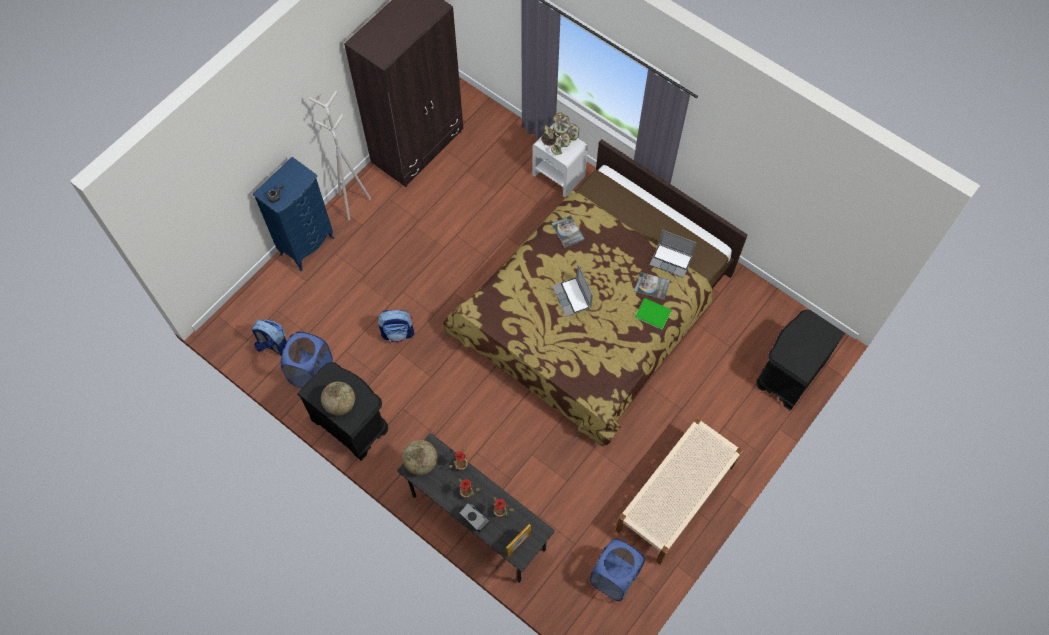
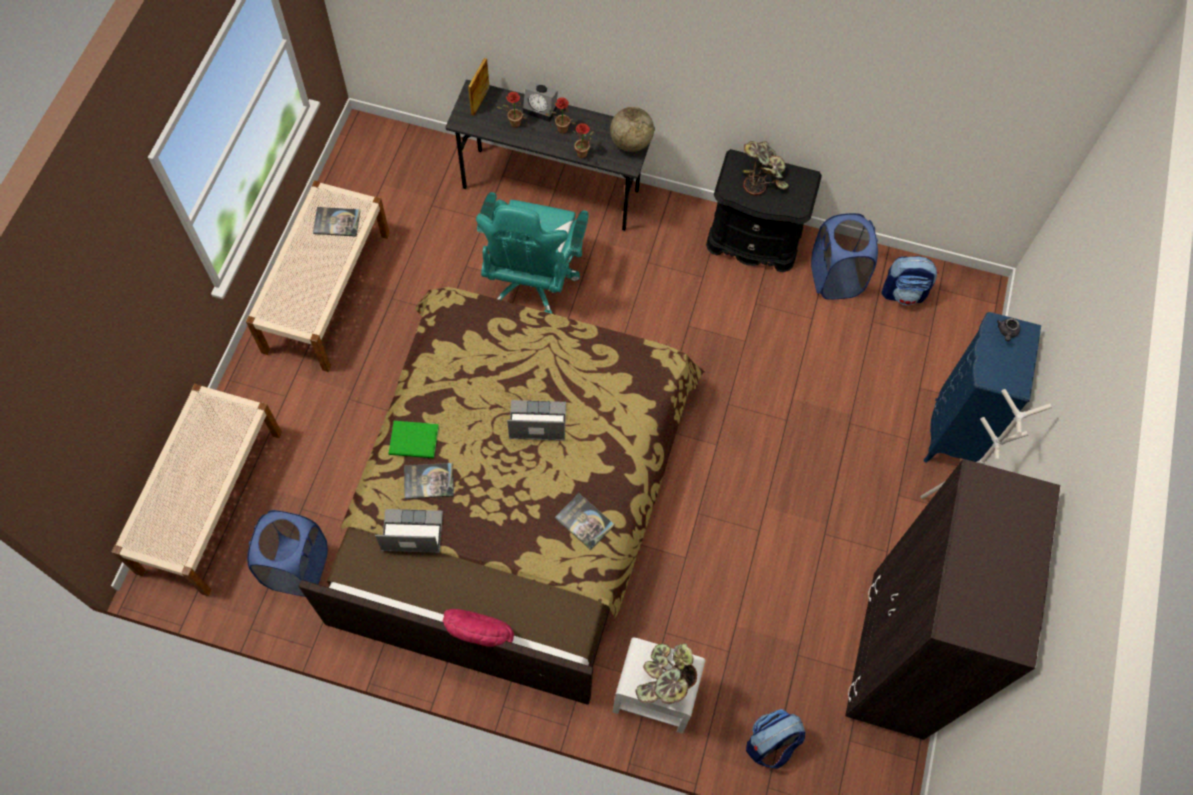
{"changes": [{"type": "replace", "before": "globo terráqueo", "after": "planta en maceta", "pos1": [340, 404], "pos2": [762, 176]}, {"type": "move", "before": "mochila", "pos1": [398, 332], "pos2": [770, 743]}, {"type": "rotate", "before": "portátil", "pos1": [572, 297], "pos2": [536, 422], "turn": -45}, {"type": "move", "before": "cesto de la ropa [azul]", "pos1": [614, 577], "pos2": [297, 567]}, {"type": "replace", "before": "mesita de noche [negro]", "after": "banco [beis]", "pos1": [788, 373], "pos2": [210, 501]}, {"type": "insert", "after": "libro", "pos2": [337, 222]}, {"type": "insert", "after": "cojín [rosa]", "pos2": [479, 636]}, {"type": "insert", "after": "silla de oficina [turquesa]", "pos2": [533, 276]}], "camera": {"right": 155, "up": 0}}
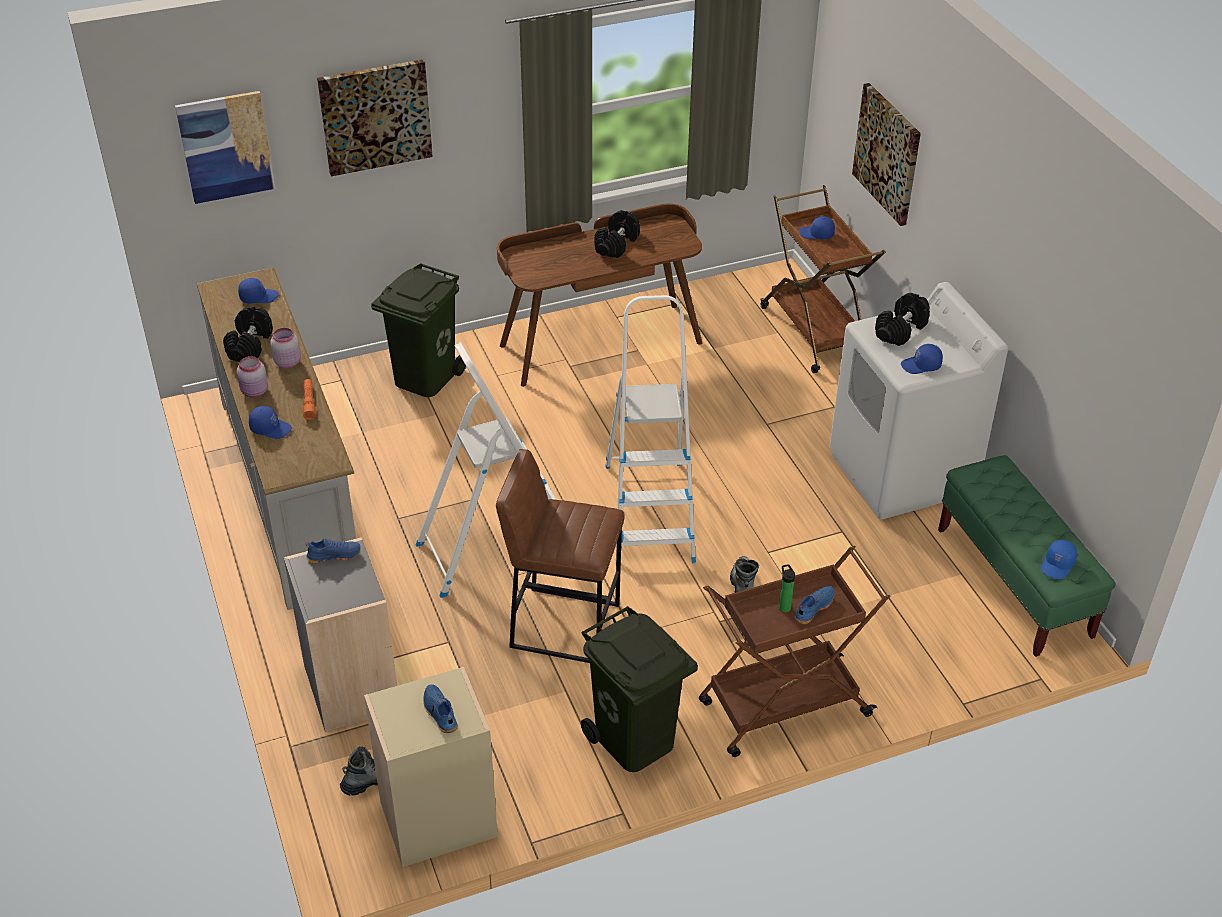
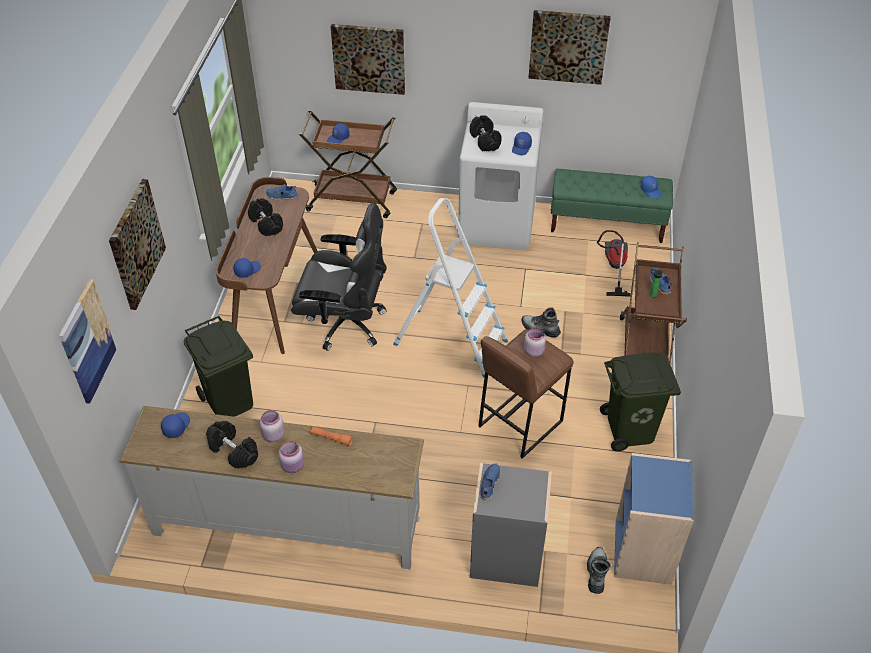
{"changes": [{"type": "move", "before": "gorra [azul]", "pos1": [271, 428], "pos2": [247, 270]}, {"type": "recolor", "before": "estantería [beis]", "after": "estantería [azul]", "pos1": [437, 821], "pos2": [643, 552]}, {"type": "delete", "before": "escalera de tijera [blanco]", "pos1": [500, 549]}, {"type": "move", "before": "zapato [azul]", "pos1": [439, 713], "pos2": [282, 196]}, {"type": "insert", "after": "silla de oficina [negro]", "pos2": [342, 323]}, {"type": "insert", "after": "tarro [rosa]", "pos2": [533, 351]}, {"type": "insert", "after": "cuadro", "pos2": [568, 46]}, {"type": "insert", "after": "aspiradora", "pos2": [613, 267]}], "camera": {"right": -60, "up": 5}}
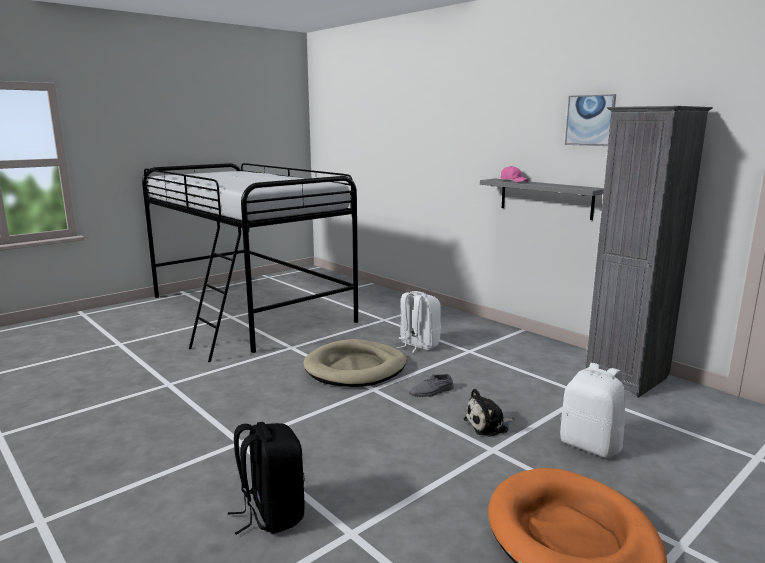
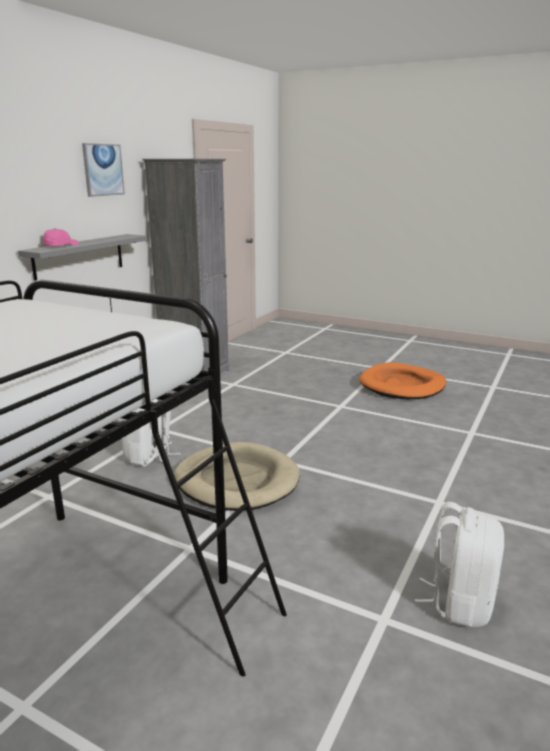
{"changes": [{"type": "delete", "before": "mochila [negro]", "pos1": [271, 514]}, {"type": "delete", "before": "zapato [gris]", "pos1": [432, 391]}, {"type": "delete", "before": "peluche", "pos1": [488, 425]}, {"type": "move", "before": "mochila [blanco]", "pos1": [591, 445], "pos2": [459, 602]}], "camera": {"right": -110, "up": 5}}
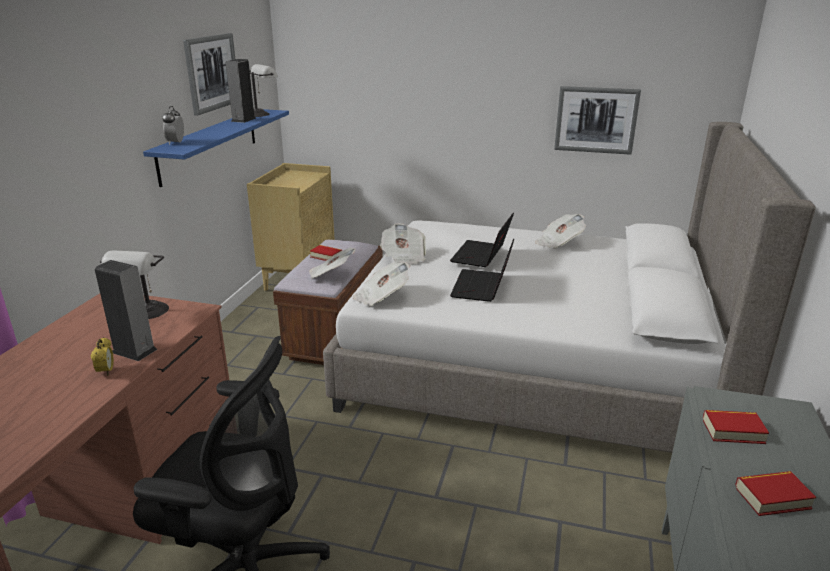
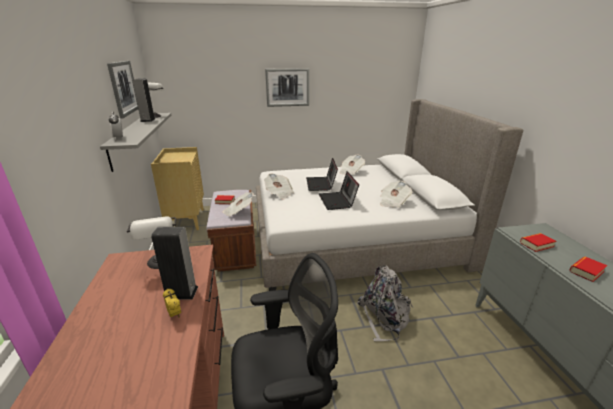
{"changes": [{"type": "recolor", "before": "estante [azul]", "after": "estante [gris]", "pos1": [209, 145], "pos2": [130, 139]}, {"type": "move", "before": "periódico", "pos1": [381, 297], "pos2": [393, 202]}, {"type": "move", "before": "cuadro", "pos1": [596, 120], "pos2": [287, 87]}, {"type": "insert", "after": "mochila [gris]", "pos2": [384, 317]}], "camera": {"right": -25, "up": 0}}
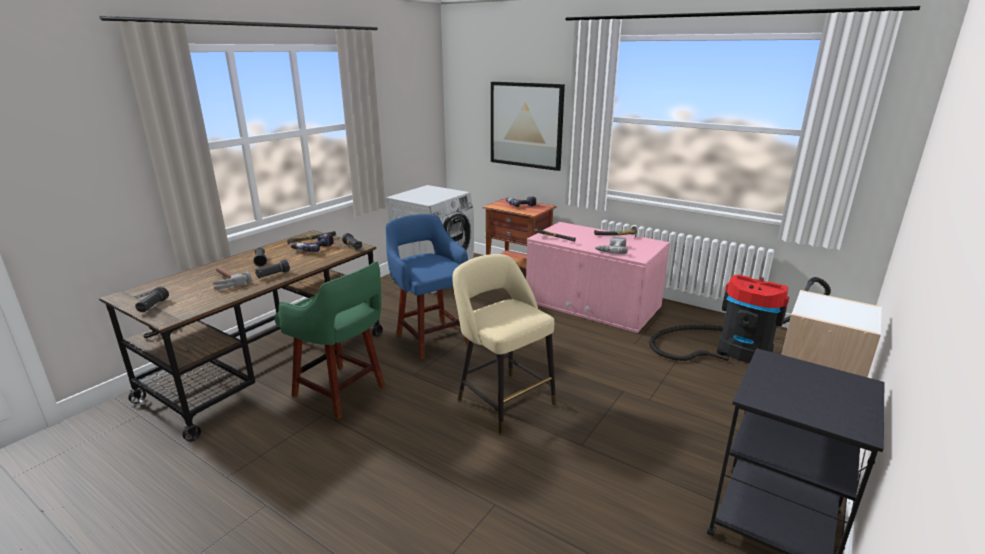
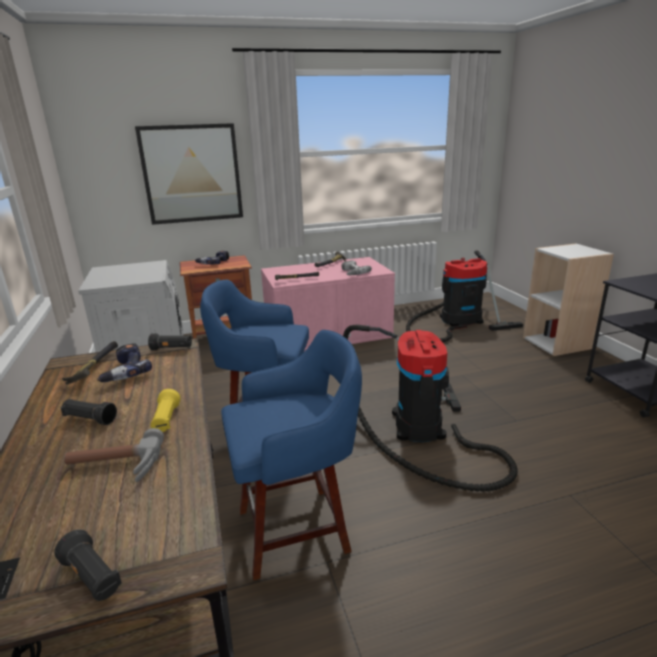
{"changes": [{"type": "recolor", "before": "linterna [negro]", "after": "linterna [amarillo]", "pos1": [273, 275], "pos2": [166, 420]}, {"type": "recolor", "before": "taburete [verde]", "after": "taburete [azul]", "pos1": [342, 393], "pos2": [298, 529]}, {"type": "replace", "before": "taburete [beis]", "after": "aspiradora", "pos1": [502, 399], "pos2": [421, 429]}], "camera": {"right": -50, "up": 0}}
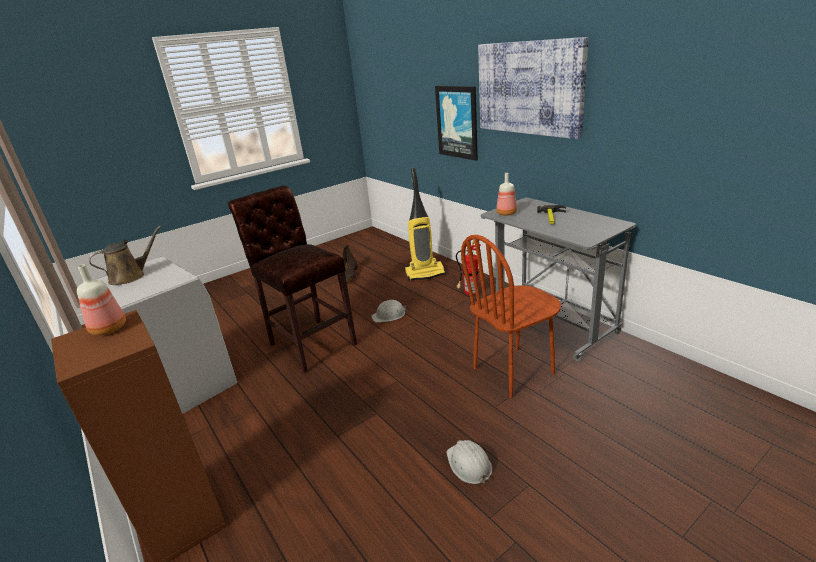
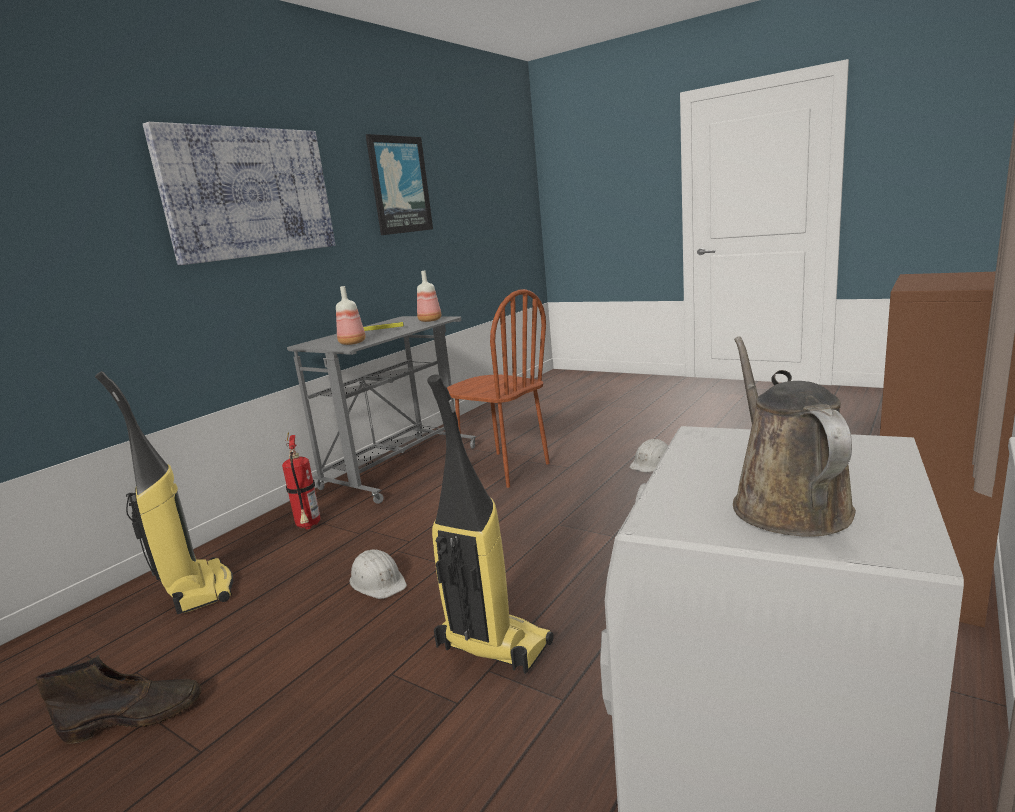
{"changes": [{"type": "move", "before": "botella", "pos1": [108, 329], "pos2": [430, 320]}, {"type": "rotate", "before": "regadera [marrón]", "pos1": [130, 276], "pos2": [785, 503], "turn": 60}, {"type": "replace", "before": "taburete [marrón]", "after": "aspiradora", "pos1": [310, 342], "pos2": [492, 646]}, {"type": "move", "before": "cuadro", "pos1": [457, 122], "pos2": [399, 185]}], "camera": {"right": -110, "up": -10}}
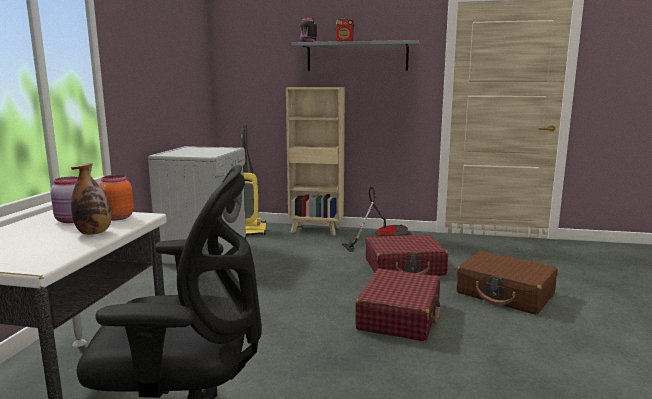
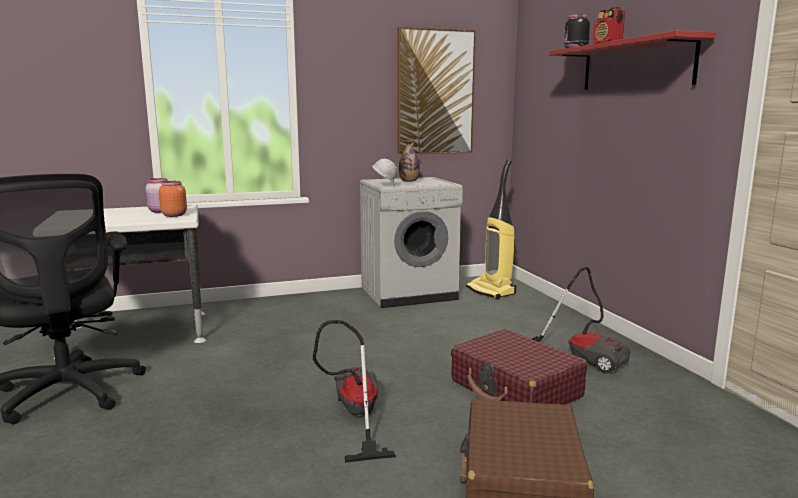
{"changes": [{"type": "move", "before": "botella", "pos1": [94, 233], "pos2": [409, 181]}, {"type": "delete", "before": "estantería [beis]", "pos1": [316, 230]}, {"type": "recolor", "before": "estante [gris]", "after": "estante [rojo]", "pos1": [357, 57], "pos2": [635, 65]}, {"type": "replace", "before": "maleta [rojo]", "after": "aspiradora", "pos1": [399, 316], "pos2": [355, 416]}, {"type": "insert", "after": "casco [blanco]", "pos2": [384, 186]}, {"type": "insert", "after": "cuadro", "pos2": [435, 92]}], "camera": {"right": 60, "up": 0}}
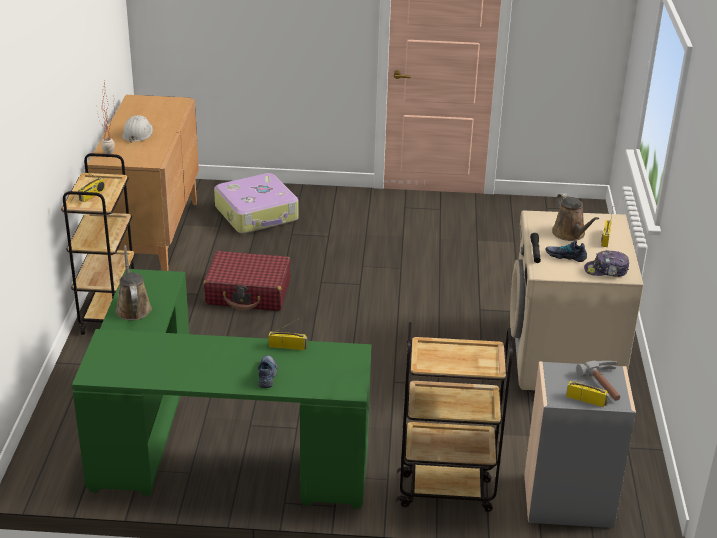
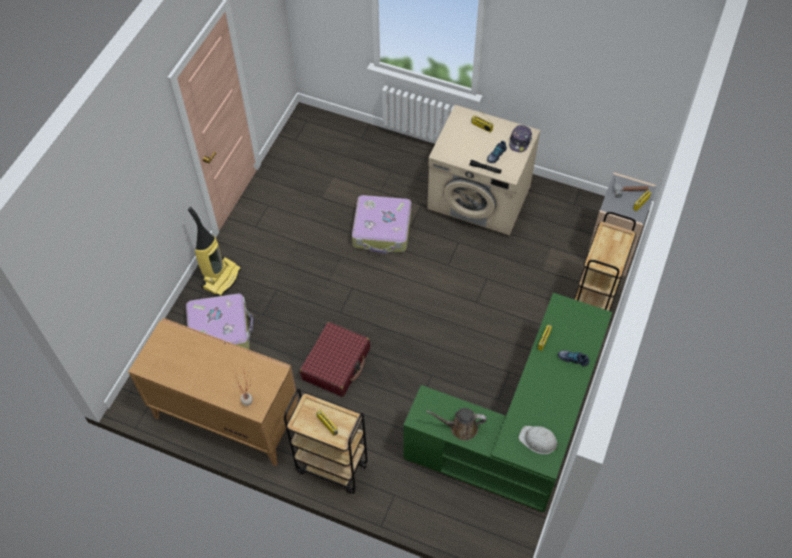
{"changes": [{"type": "move", "before": "casco [blanco]", "pos1": [137, 133], "pos2": [538, 440]}, {"type": "delete", "before": "regadera [marrón]", "pos1": [570, 234]}, {"type": "insert", "after": "aspiradora", "pos2": [221, 278]}, {"type": "insert", "after": "maleta", "pos2": [382, 230]}], "camera": {"right": -70, "up": 25}}
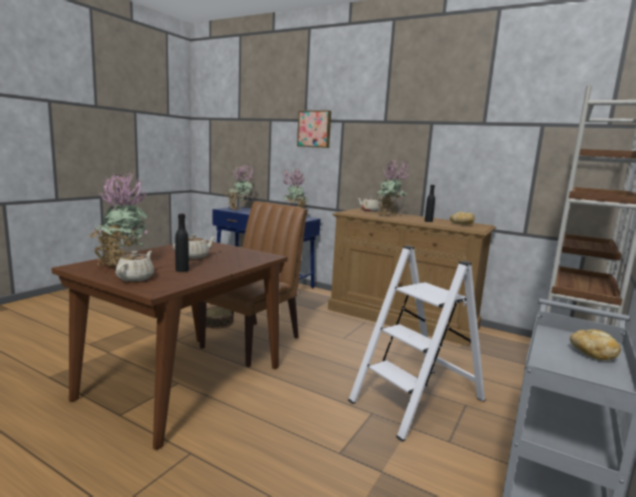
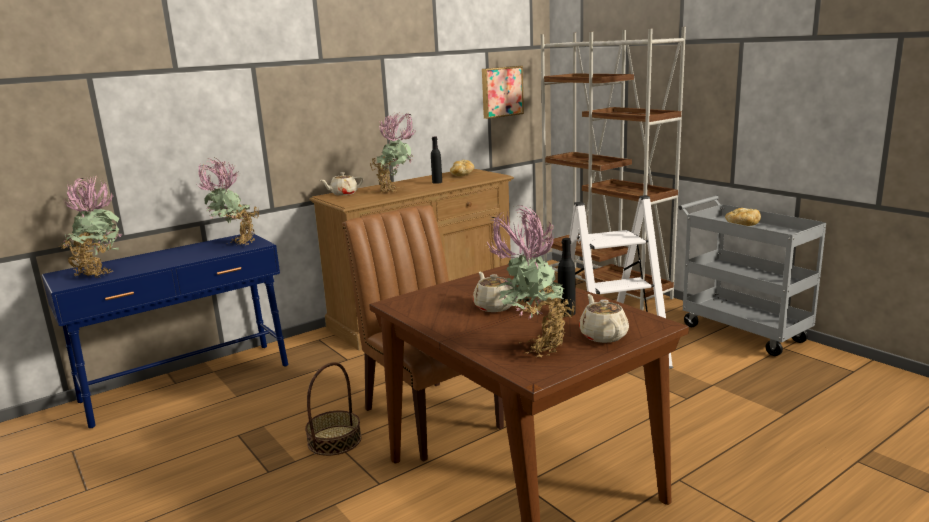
{"changes": [{"type": "rotate", "before": "tetera [beis]", "pos1": [136, 278], "pos2": [603, 335], "turn": 45}, {"type": "move", "before": "cuadro", "pos1": [314, 129], "pos2": [501, 91]}], "camera": {"right": -65, "up": 5}}
